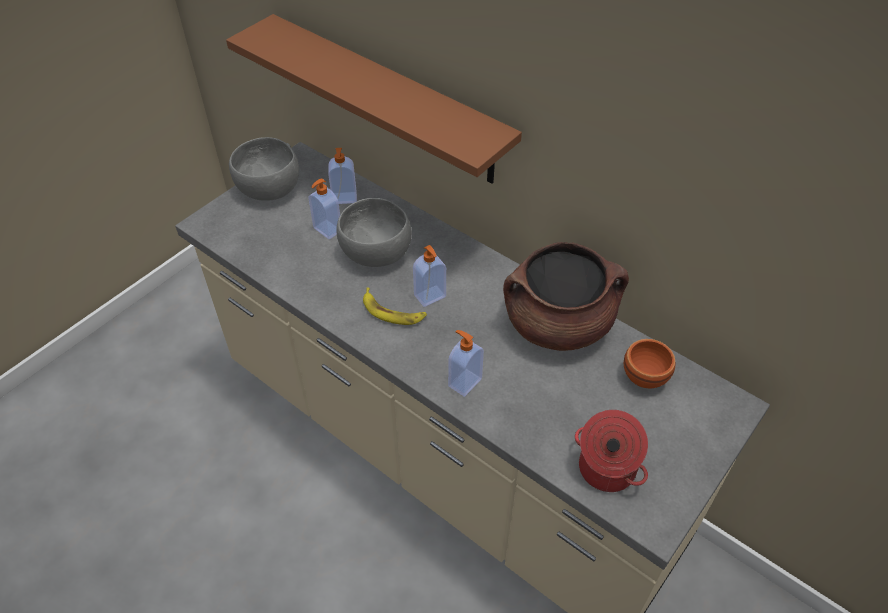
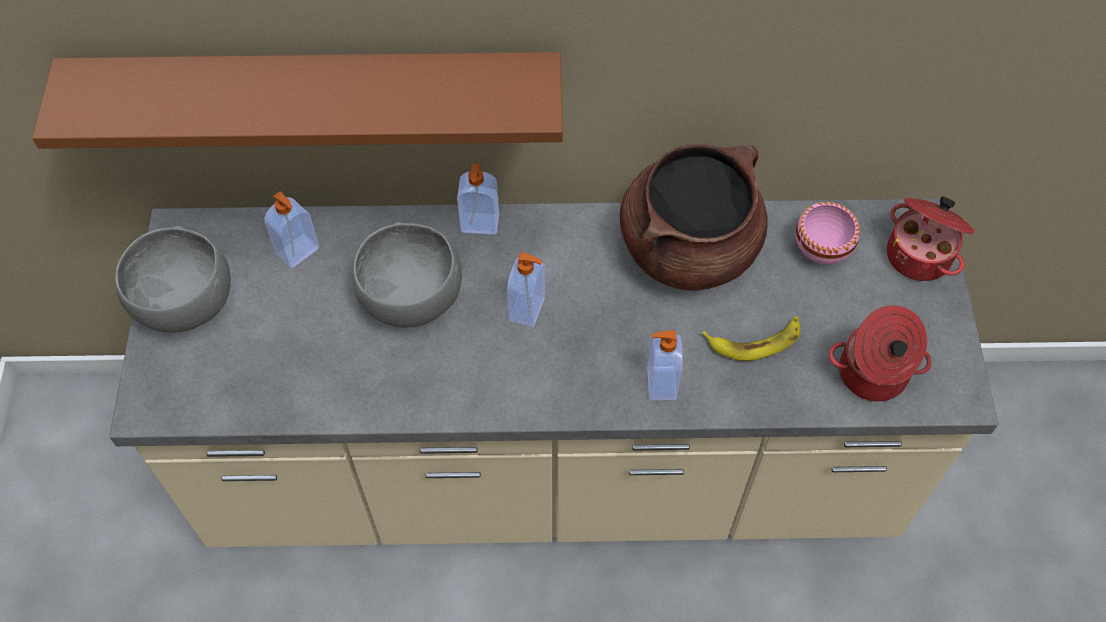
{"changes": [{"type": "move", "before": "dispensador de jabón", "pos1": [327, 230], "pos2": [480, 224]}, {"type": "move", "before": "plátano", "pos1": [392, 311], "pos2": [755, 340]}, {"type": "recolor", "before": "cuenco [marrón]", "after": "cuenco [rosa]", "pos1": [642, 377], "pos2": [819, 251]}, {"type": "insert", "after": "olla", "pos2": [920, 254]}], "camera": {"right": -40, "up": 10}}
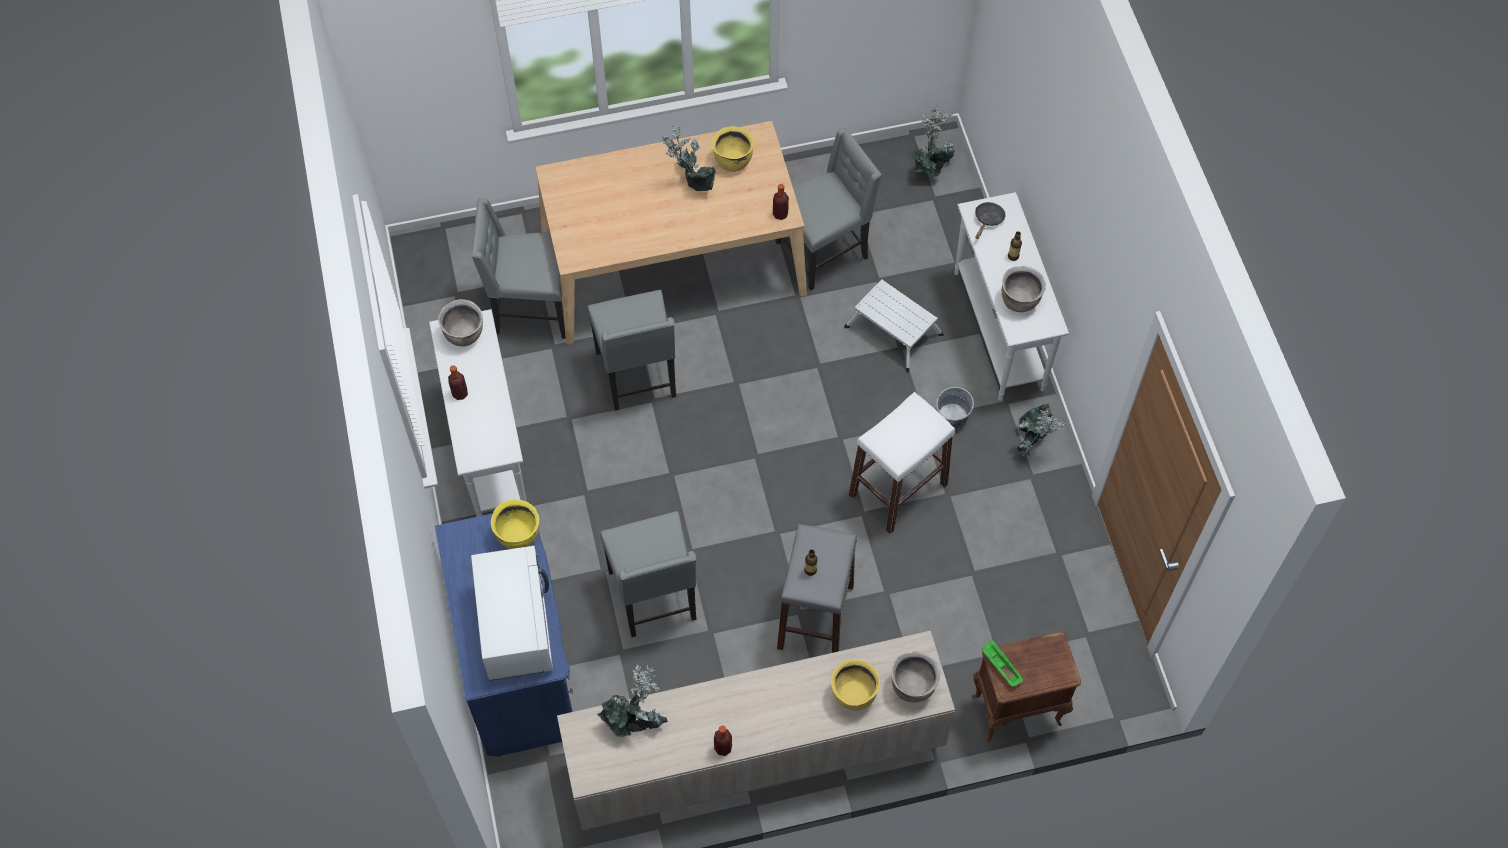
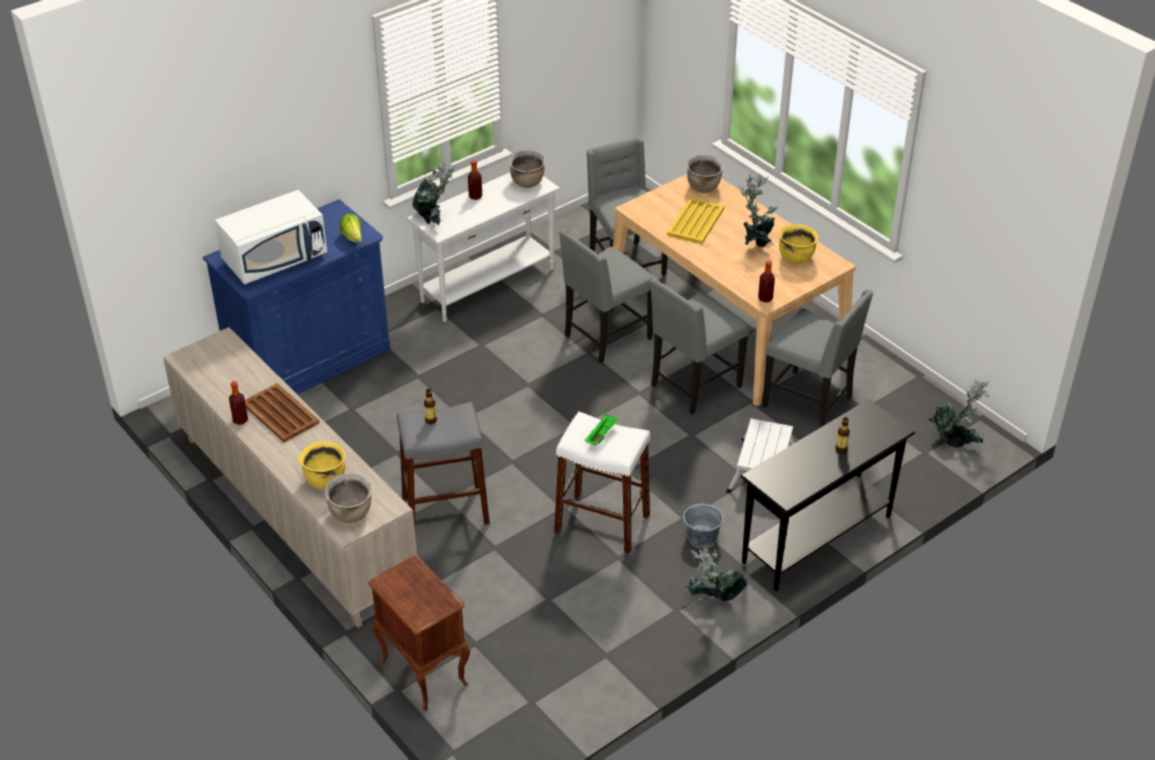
{"changes": [{"type": "replace", "before": "olla [amarillo]", "after": "lechuga", "pos1": [518, 535], "pos2": [353, 237]}, {"type": "move", "before": "planta en maceta", "pos1": [635, 721], "pos2": [434, 220]}, {"type": "move", "before": "silla [gris]", "pos1": [655, 597], "pos2": [693, 386]}, {"type": "recolor", "before": "mesa consola [blanco]", "after": "mesa consola [negro]", "pos1": [1000, 331], "pos2": [817, 541]}, {"type": "delete", "before": "sartén [negro]", "pos1": [988, 220]}, {"type": "move", "before": "bandeja [verde]", "pos1": [1000, 666], "pos2": [601, 435]}, {"type": "move", "before": "olla [marrón]", "pos1": [1019, 300], "pos2": [703, 187]}, {"type": "insert", "after": "bandeja [marrón]", "pos2": [281, 414]}, {"type": "insert", "after": "bandeja [amarillo]", "pos2": [696, 221]}], "camera": {"right": 65, "up": -20}}
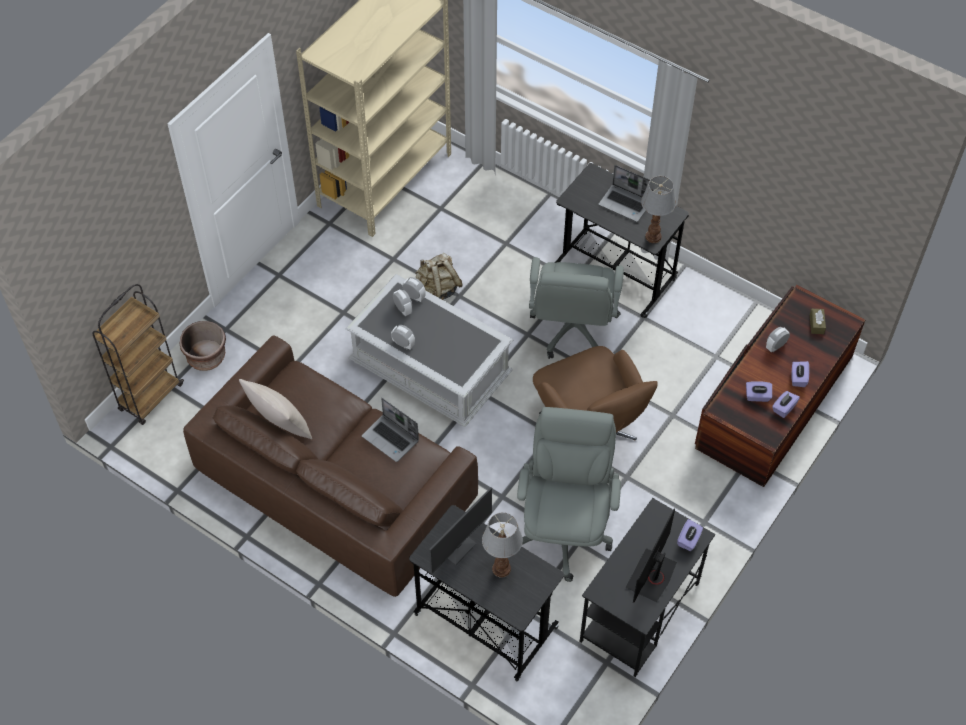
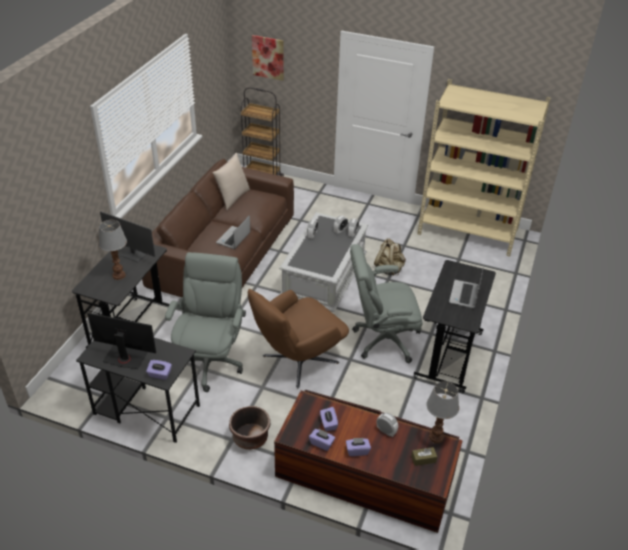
{"changes": [{"type": "move", "before": "maceta [marrón]", "pos1": [206, 357], "pos2": [250, 438]}, {"type": "rotate", "before": "silla de oficina [gris]", "pos1": [565, 529], "pos2": [210, 359], "turn": -75}, {"type": "move", "before": "lámpara de mesa", "pos1": [653, 236], "pos2": [436, 437]}, {"type": "insert", "after": "cuadro", "pos2": [268, 57]}], "camera": {"right": 75, "up": -15}}
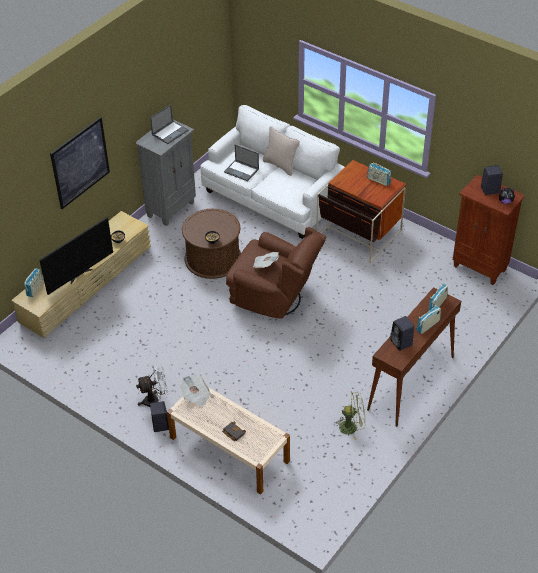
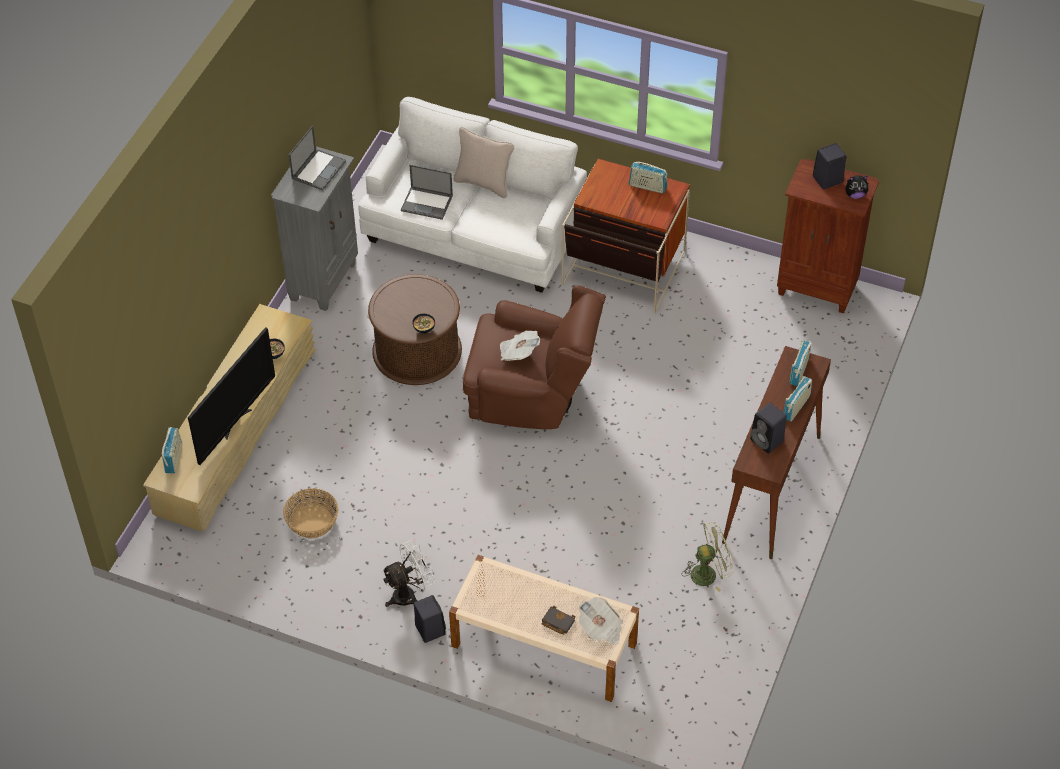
{"changes": [{"type": "delete", "before": "cuadro", "pos1": [80, 162]}, {"type": "move", "before": "periódico", "pos1": [196, 396], "pos2": [601, 628]}, {"type": "insert", "after": "cesta", "pos2": [312, 521]}], "camera": {"right": -15, "up": 5}}
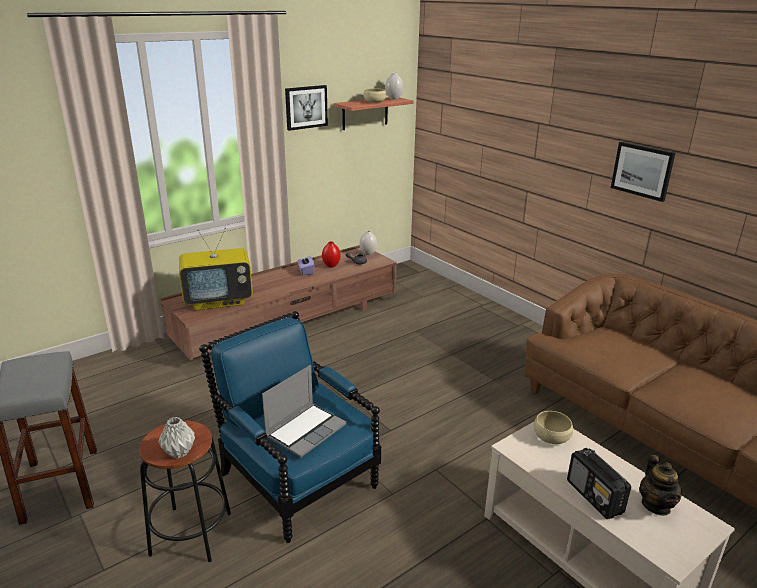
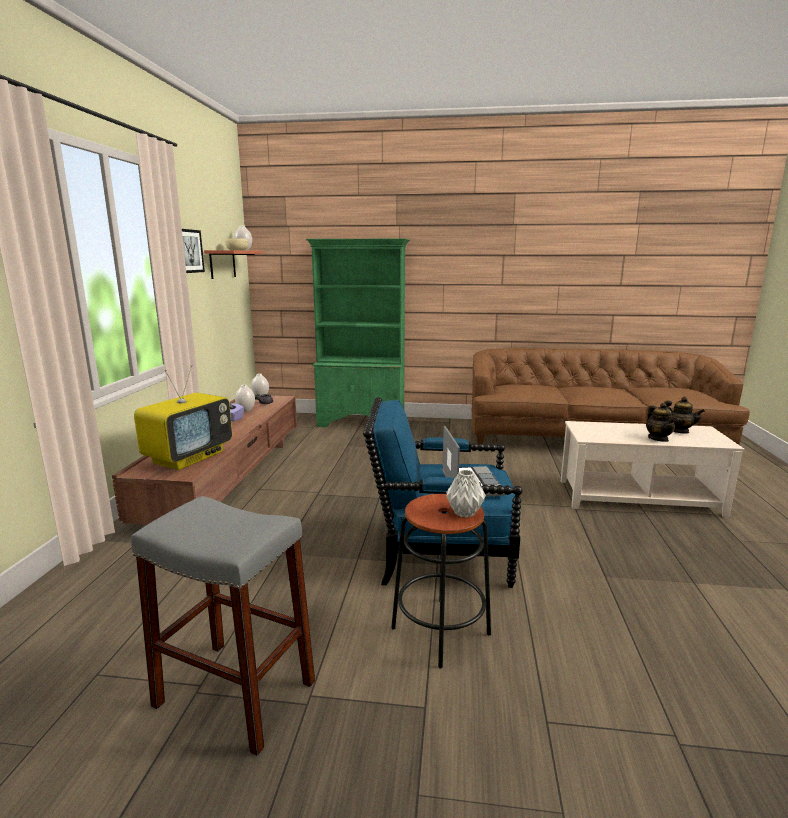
{"changes": [{"type": "recolor", "before": "florero [rojo]", "after": "florero [blanco]", "pos1": [331, 265], "pos2": [246, 410]}, {"type": "delete", "before": "cuenco [beis]", "pos1": [551, 436]}, {"type": "replace", "before": "radio", "after": "tetera", "pos1": [594, 497], "pos2": [658, 439]}, {"type": "delete", "before": "cuadro", "pos1": [642, 170]}, {"type": "insert", "after": "estantería [verde]", "pos2": [362, 422]}], "camera": {"right": -45, "up": -10}}
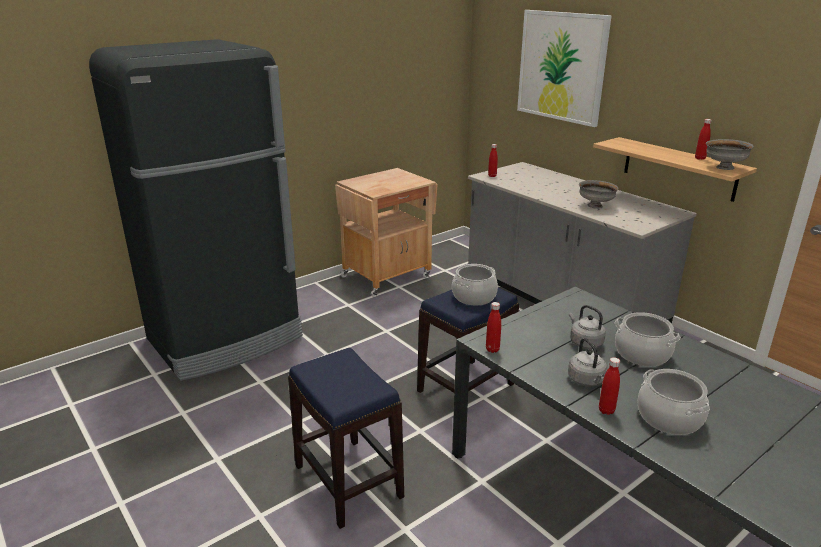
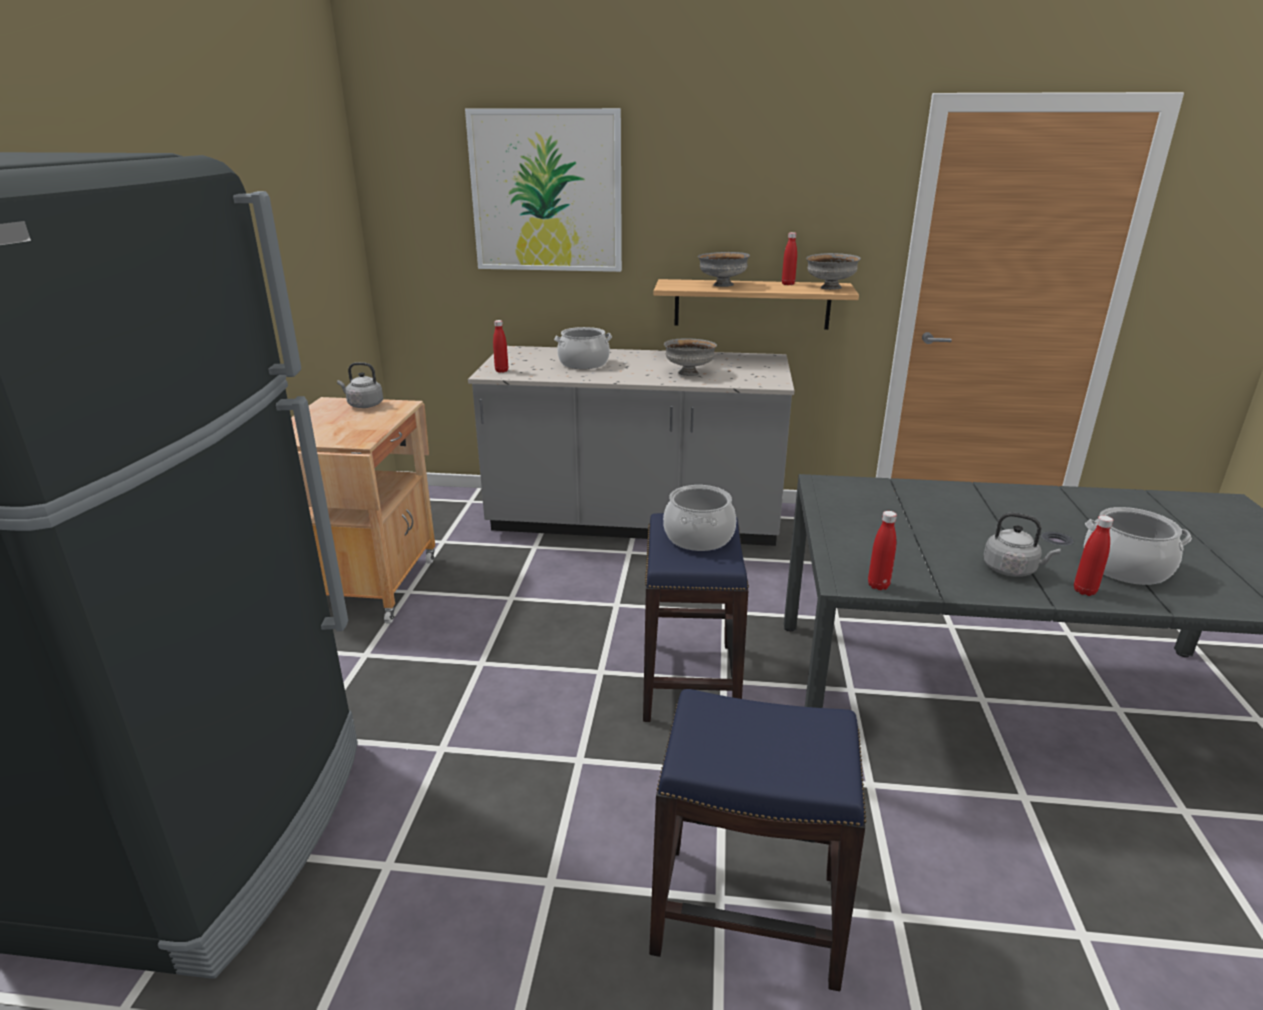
{"changes": [{"type": "move", "before": "hervidor [gris]", "pos1": [584, 342], "pos2": [363, 405]}, {"type": "move", "before": "olla", "pos1": [642, 353], "pos2": [583, 363]}, {"type": "insert", "after": "cuenco [gris]", "pos2": [722, 285]}], "camera": {"right": -45, "up": 0}}
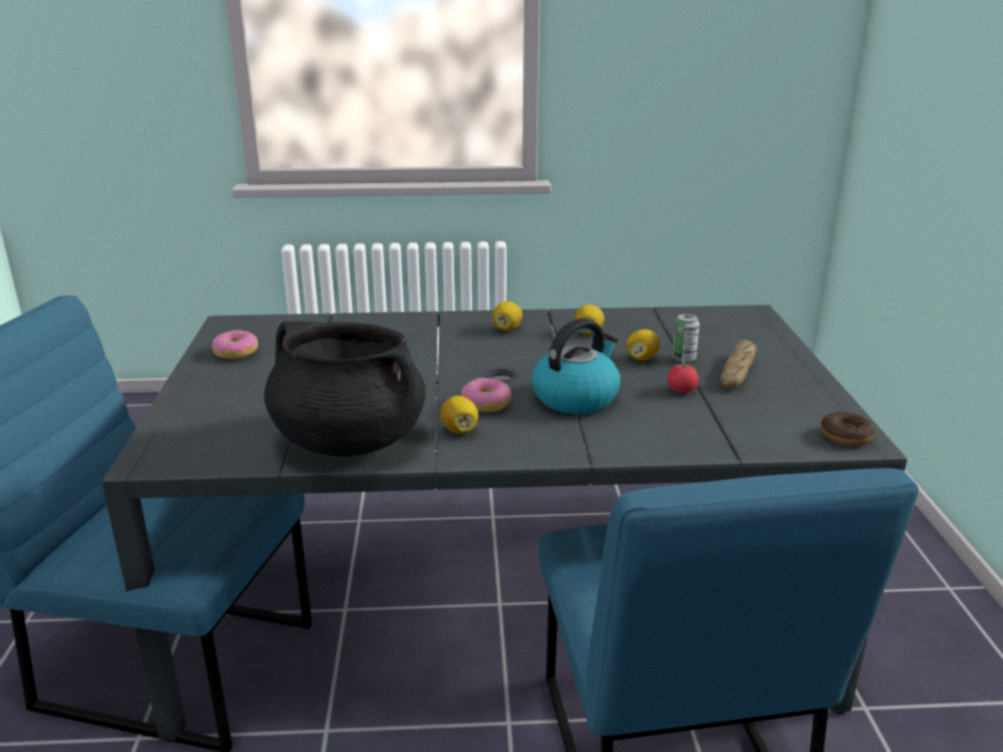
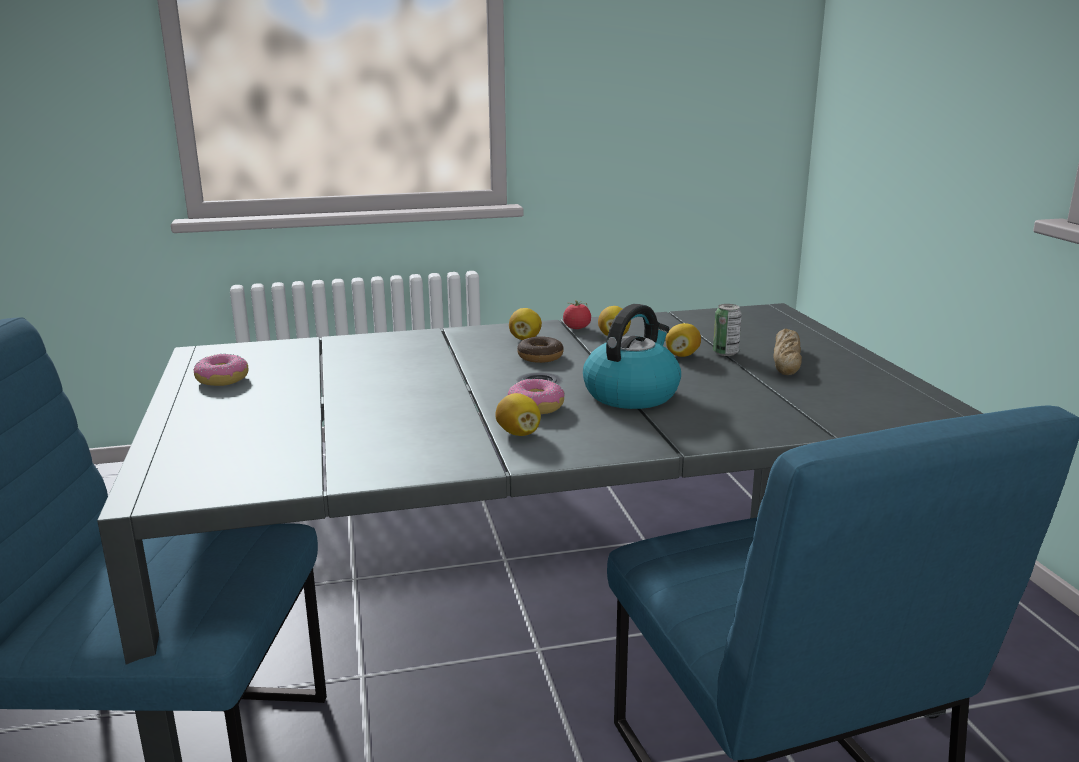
{"changes": [{"type": "delete", "before": "olla [negro]", "pos1": [348, 440]}, {"type": "move", "before": "tomate", "pos1": [681, 390], "pos2": [577, 328]}, {"type": "move", "before": "rosquilla", "pos1": [846, 436], "pos2": [540, 357]}], "camera": {"right": -10, "up": -5}}
